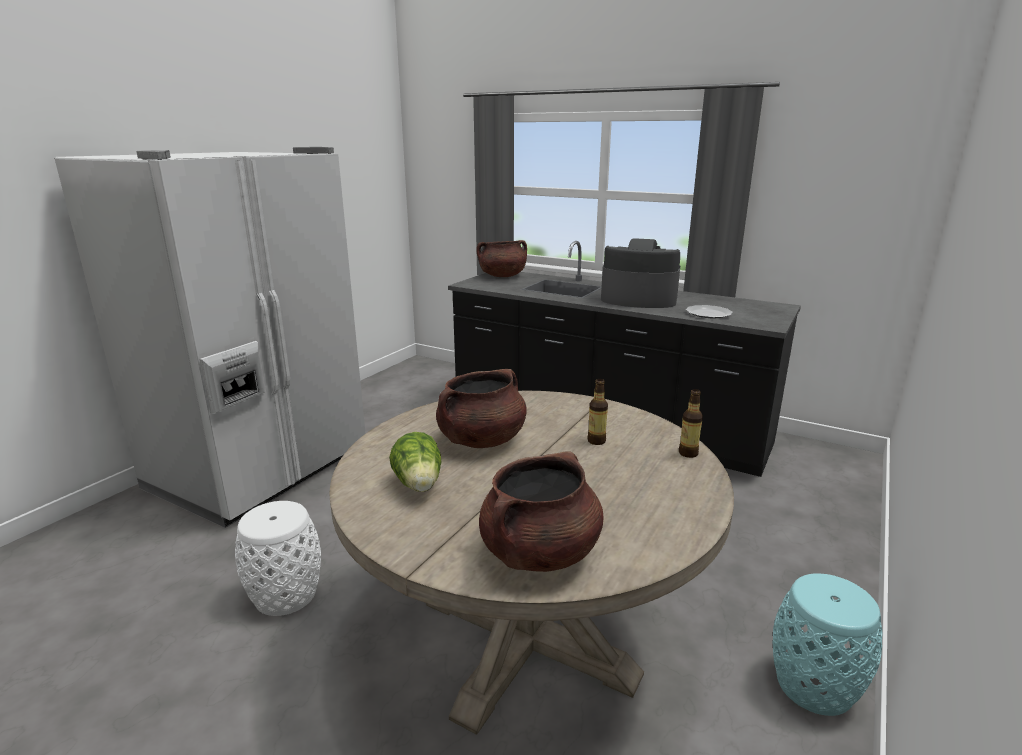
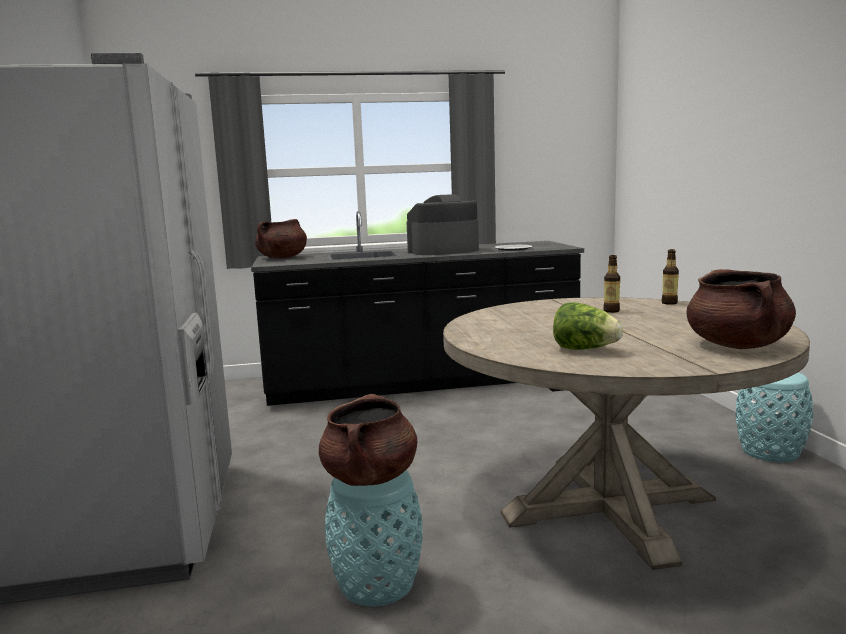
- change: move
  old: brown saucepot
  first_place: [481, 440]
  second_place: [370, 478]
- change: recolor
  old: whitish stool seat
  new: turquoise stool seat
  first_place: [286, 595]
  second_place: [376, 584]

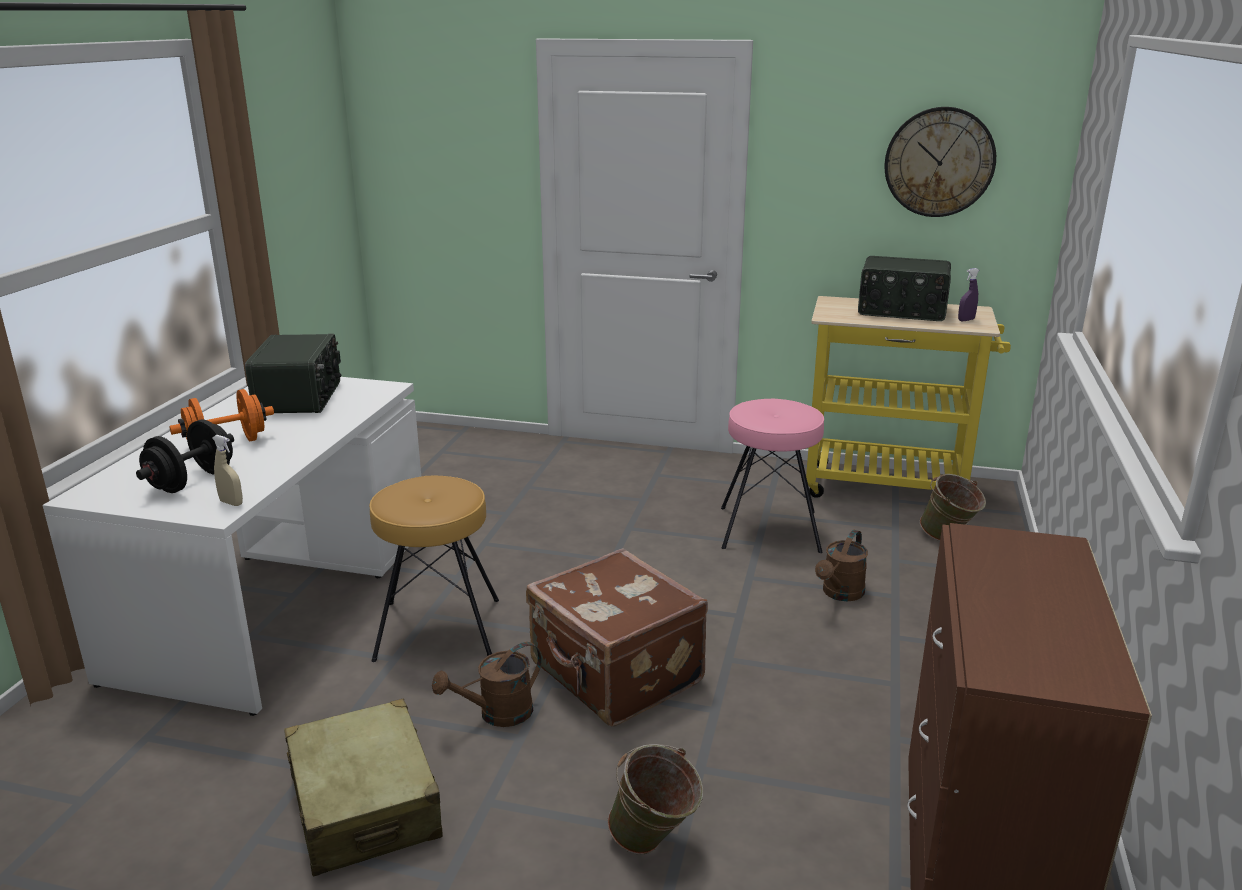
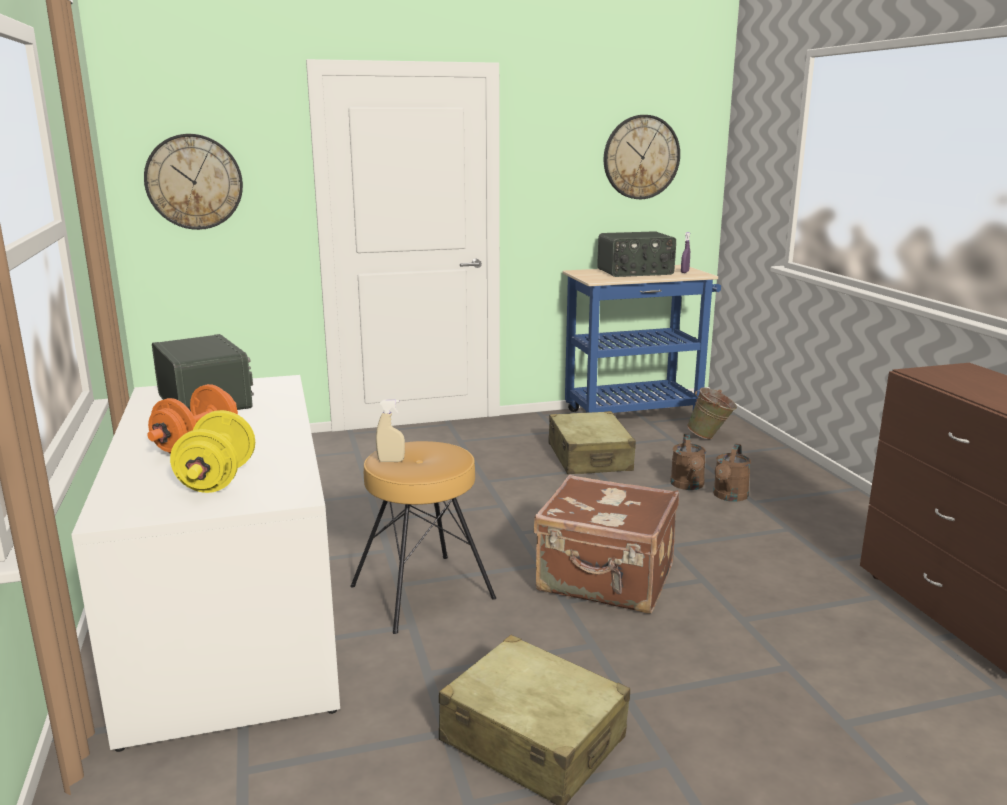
- change: insert
  new: wall clock
  second_place: [194, 182]
- change: recolor
  old: black dumbbell
  new: yellow dumbbell
  first_place: [192, 481]
  second_place: [217, 479]
- change: move
  old: beige-coloured spray bottle
  first_place: [231, 503]
  second_place: [391, 461]
- change: replace
  old: pink stool seat
  new: beige-coloured travel case
  first_place: [769, 528]
  second_place: [589, 457]
- change: recolor
  old: yellow trolley
  new: bluish trolley
  first_place: [887, 488]
  second_place: [634, 415]
- change: move
  old: brown watering can
  first_place: [497, 714]
  second_place: [729, 497]
- change: delete
  old: green pail
  first_place: [654, 844]

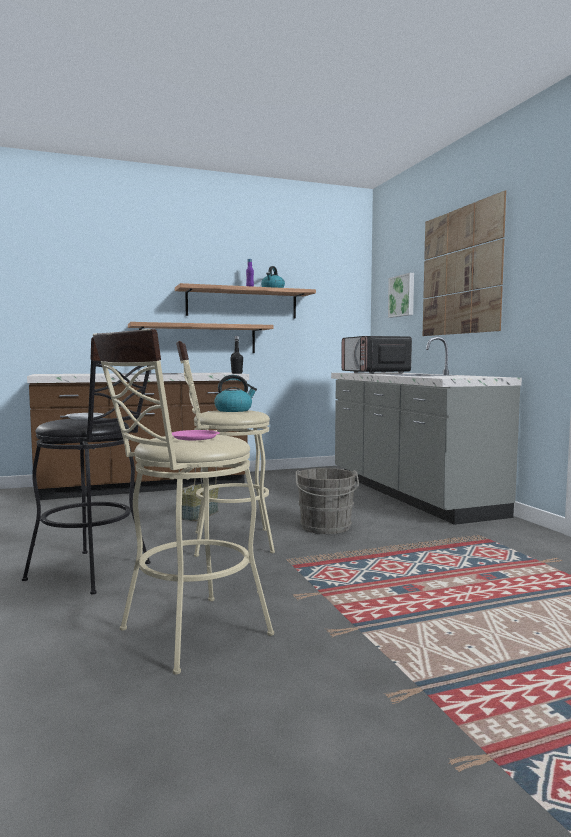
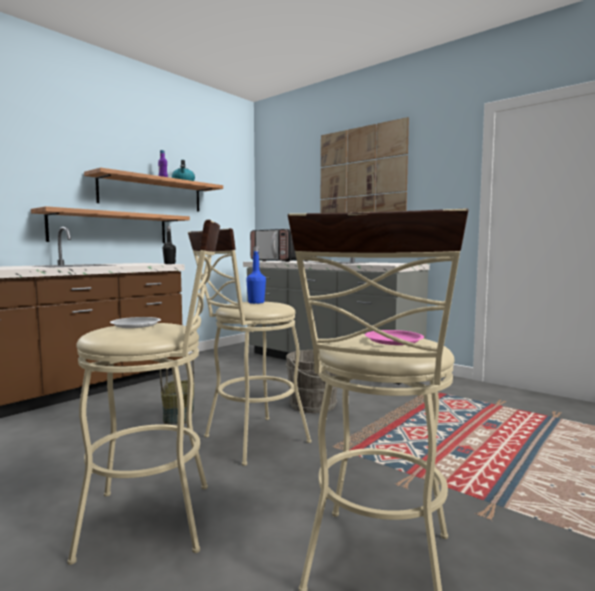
- change: recolor
  old: black stool seat
  new: beige-coloured stool seat
  first_place: [97, 572]
  second_place: [161, 518]
- change: replace
  old: water kettle
  new: bluish bottle
  first_place: [234, 410]
  second_place: [256, 302]
- change: delete
  old: wall picture
  first_place: [402, 296]

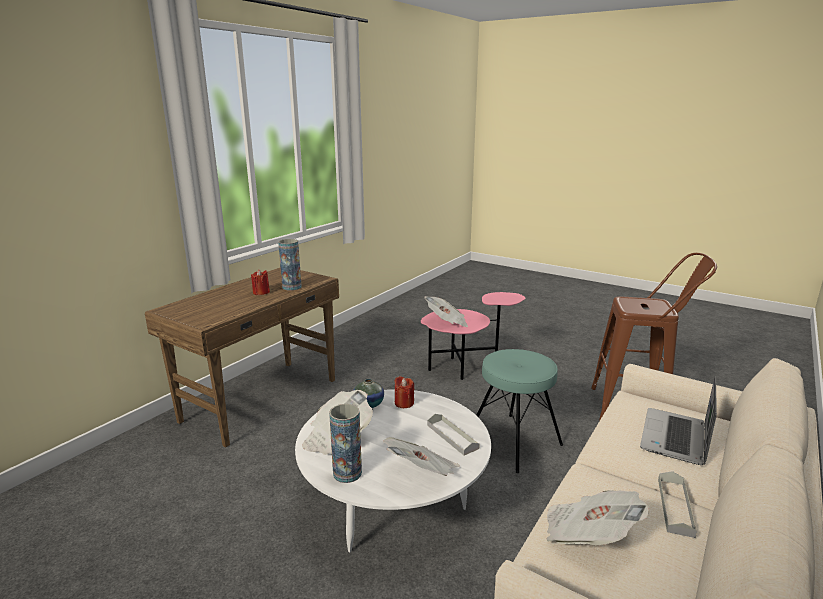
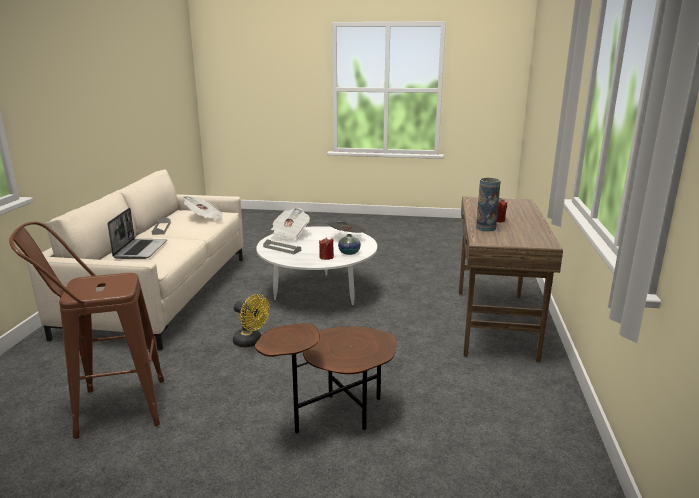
- change: replace
  old: turquoise stool seat
  new: yellow fan
  first_place: [513, 442]
  second_place: [251, 342]
- change: recolor
  old: pink end table
  new: brown end table
  first_place: [466, 367]
  second_place: [335, 417]
- change: delete
  old: flower vase
  first_place: [347, 473]
- change: delete
  old: printed paper
  first_place: [447, 322]

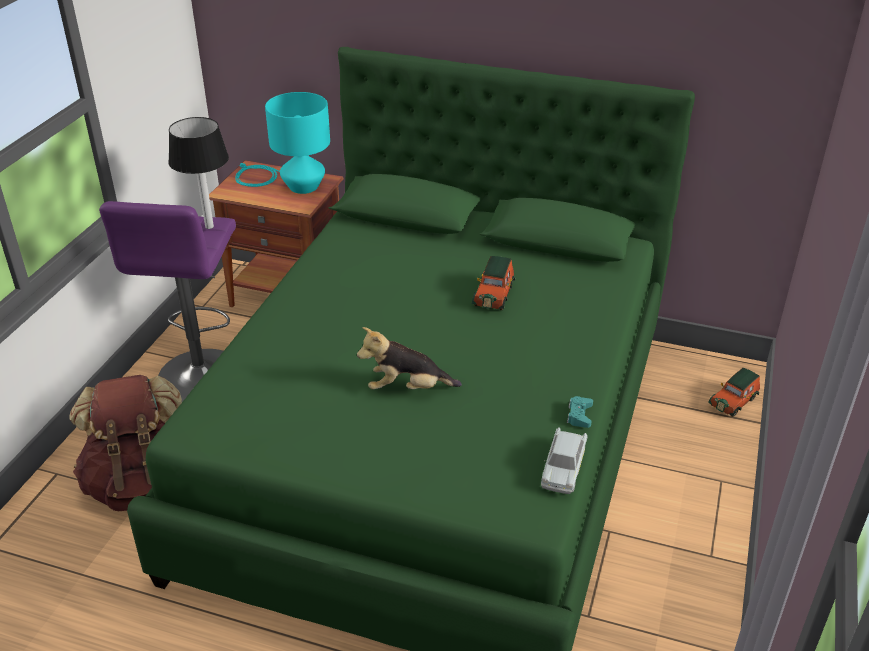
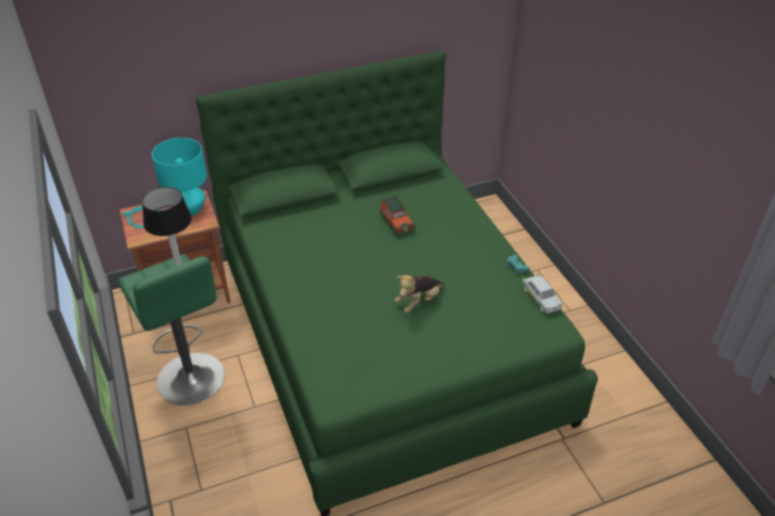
- change: recolor
  old: purplish stool seat
  new: green stool seat
  first_place: [199, 376]
  second_place: [190, 379]
- change: delete
  old: brown rucksack
  first_place: [142, 483]
- change: delete
  old: toy car
  first_place: [734, 401]

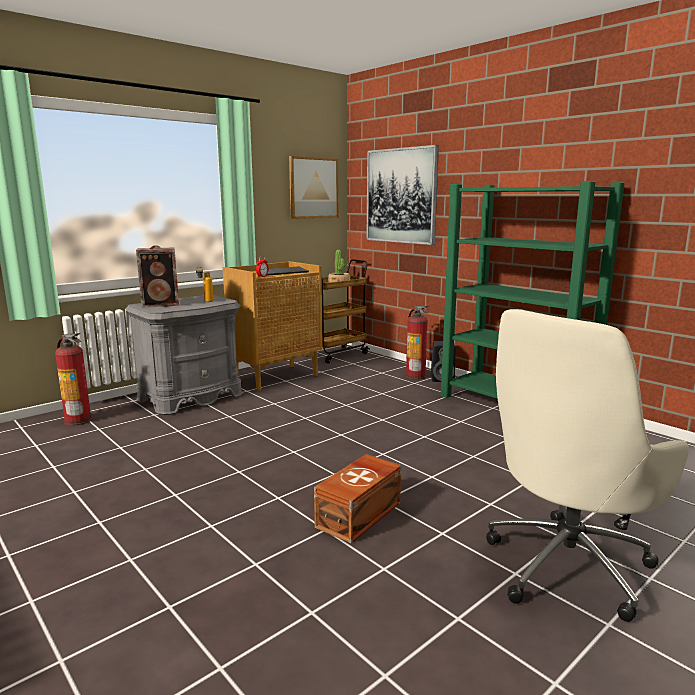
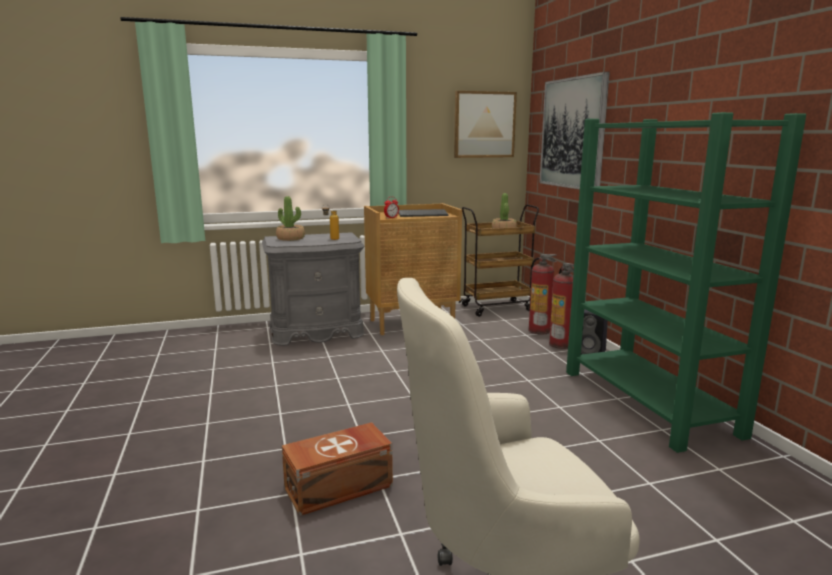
- change: replace
  old: audio speaker
  new: potted plant
  first_place: [162, 304]
  second_place: [291, 238]
- change: move
  old: fire-fighting cylinder
  first_place: [78, 420]
  second_place: [539, 330]

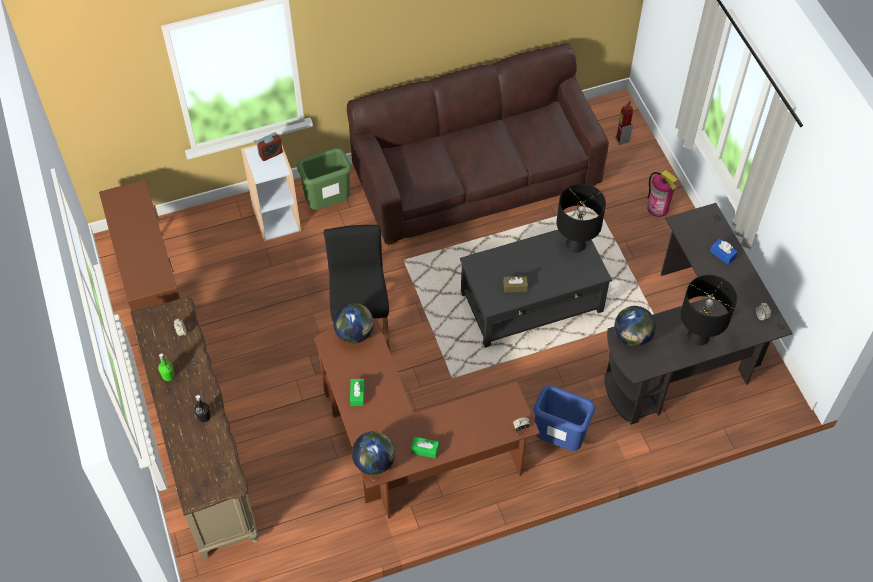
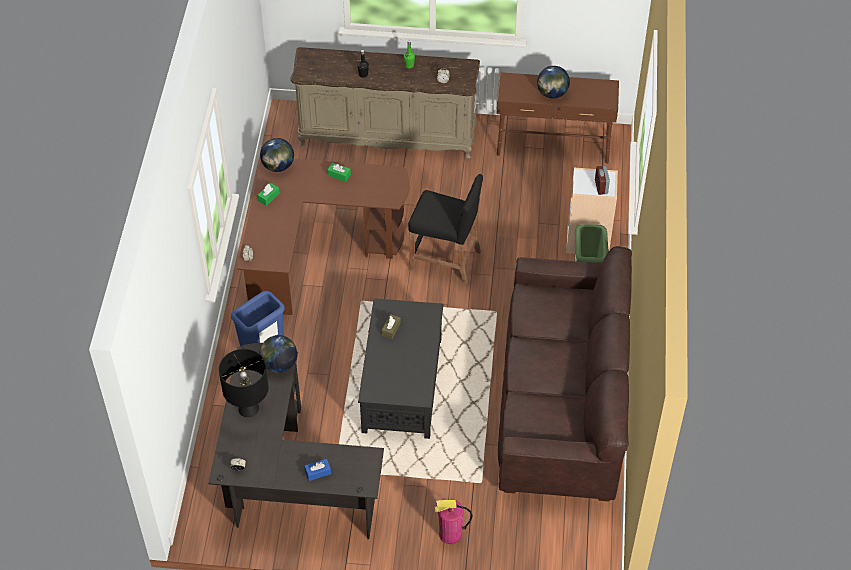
- change: move
  old: globe
  first_place: [355, 333]
  second_place: [552, 93]
- change: delete
  old: black tabletop lamp
  first_place: [575, 245]
- change: delete
  old: fire-fighting cylinder
  first_place: [621, 139]

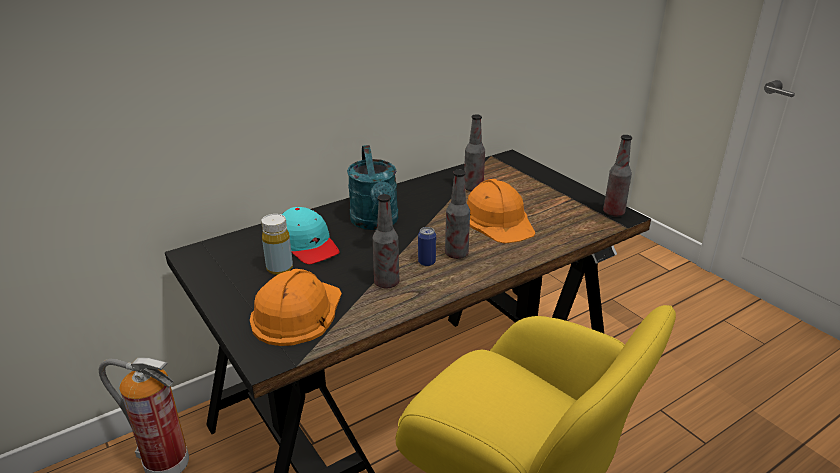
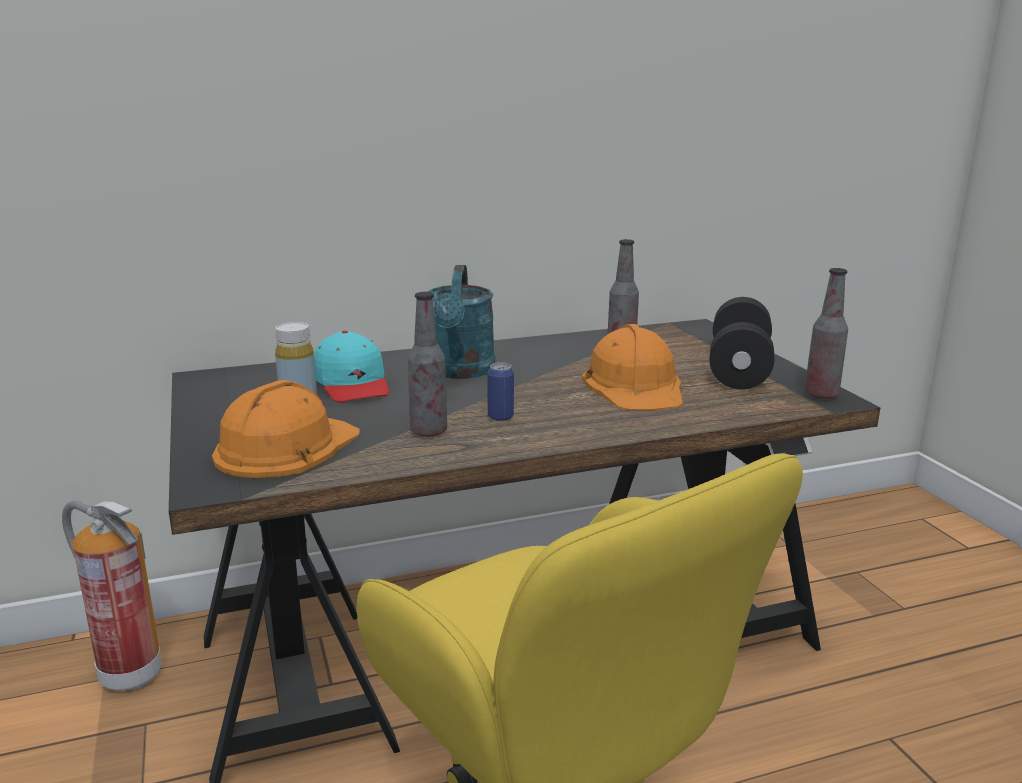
- change: insert
  new: black dumbbell
  second_place: [739, 368]
- change: delete
  old: bottle
  first_place: [456, 254]

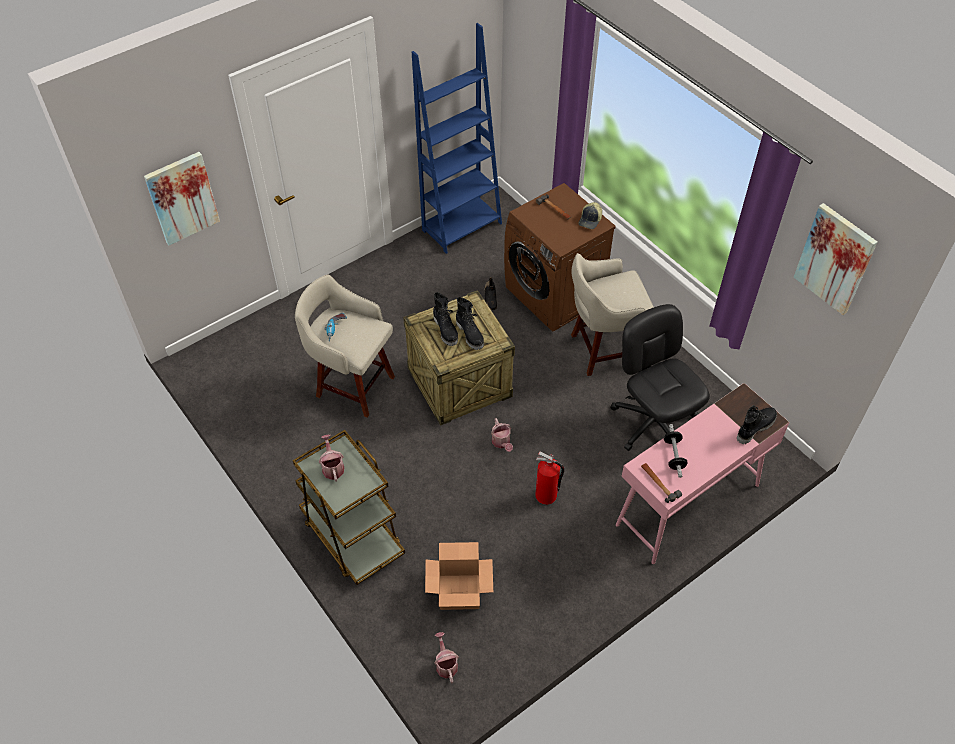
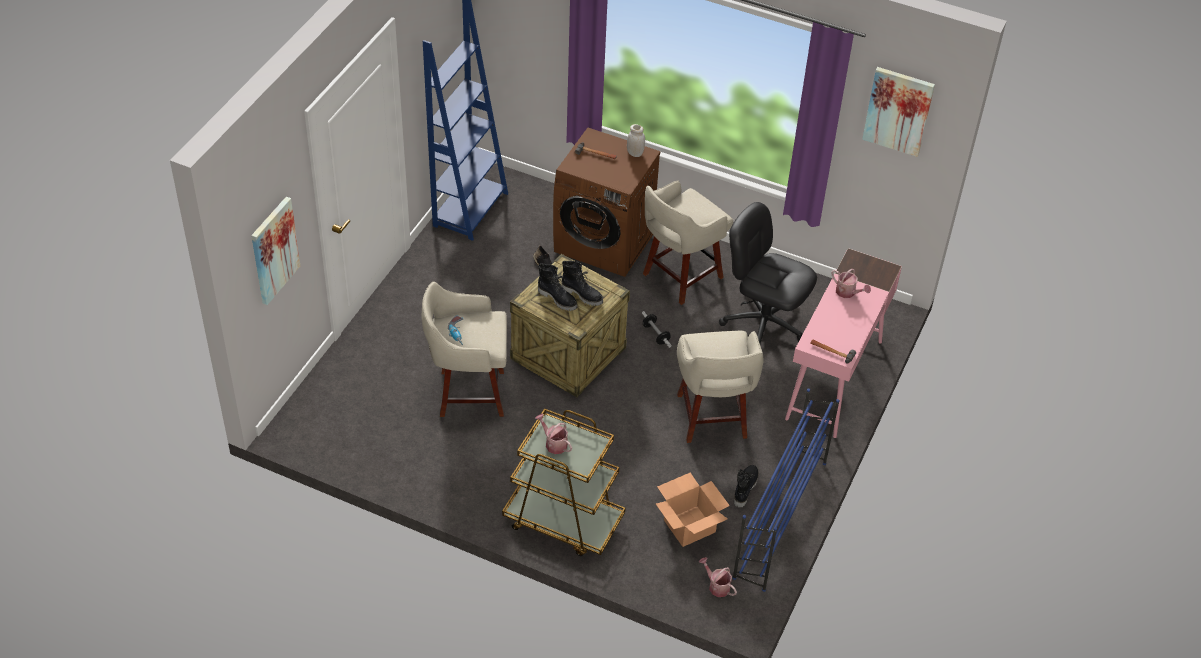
- change: replace
  old: peaked cap
  new: whitish storage jar
  first_place: [590, 220]
  second_place: [635, 153]
- change: move
  old: dumbbell
  first_place: [674, 455]
  second_place: [656, 334]
- change: replace
  old: fire-fighting cylinder
  new: beige-coloured stool seat
  first_place: [546, 496]
  second_place: [711, 419]
- change: insert
  new: bluish shoe shelf
  second_place: [779, 519]
- change: move
  old: black tall boot
  first_place: [755, 427]
  second_place: [744, 488]
- change: move
  old: watering can
  first_place: [502, 443]
  second_place: [848, 293]

